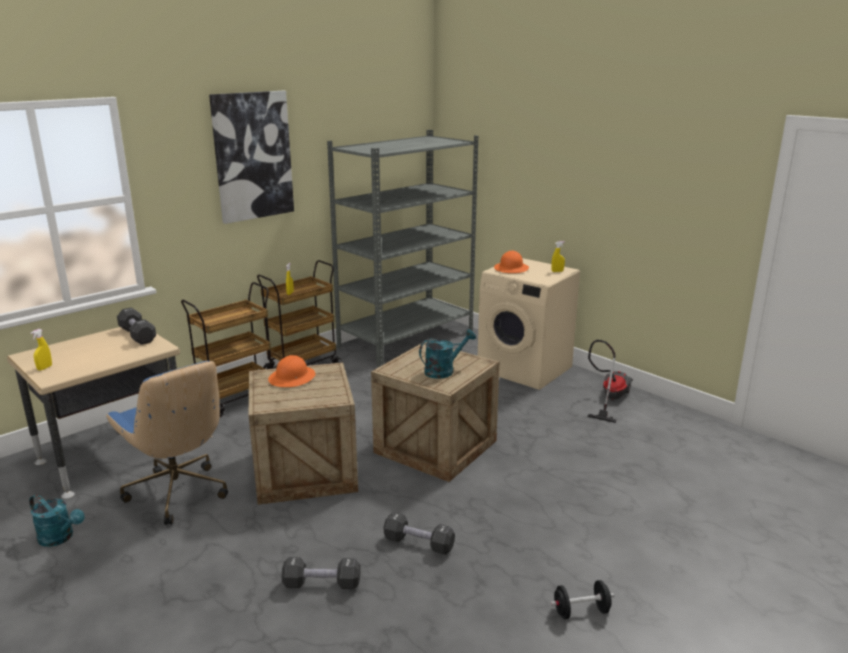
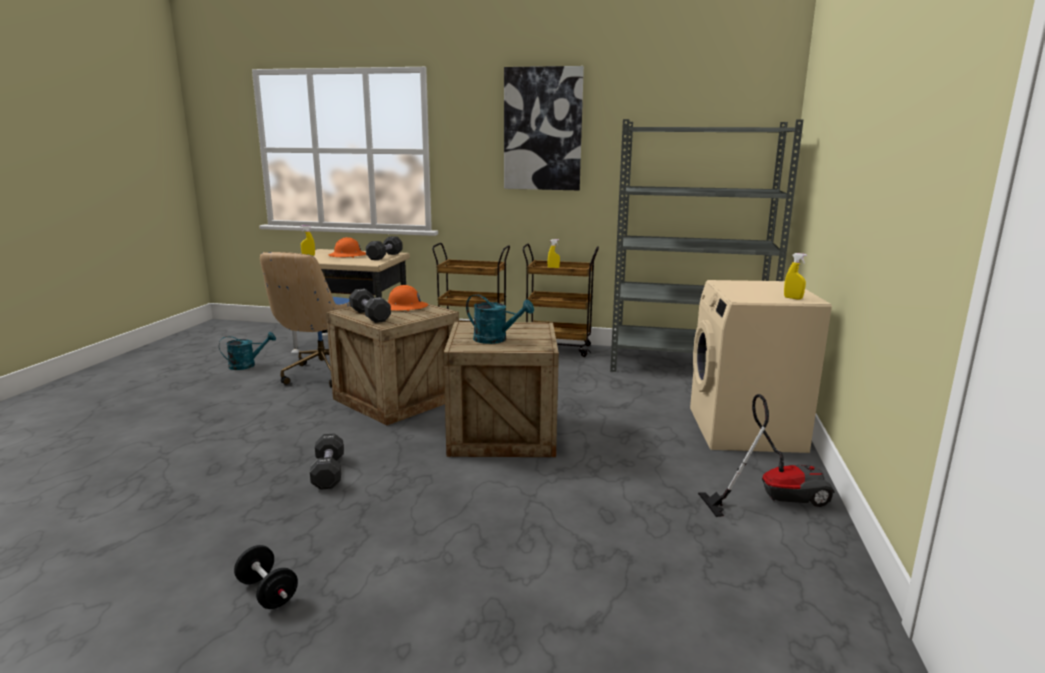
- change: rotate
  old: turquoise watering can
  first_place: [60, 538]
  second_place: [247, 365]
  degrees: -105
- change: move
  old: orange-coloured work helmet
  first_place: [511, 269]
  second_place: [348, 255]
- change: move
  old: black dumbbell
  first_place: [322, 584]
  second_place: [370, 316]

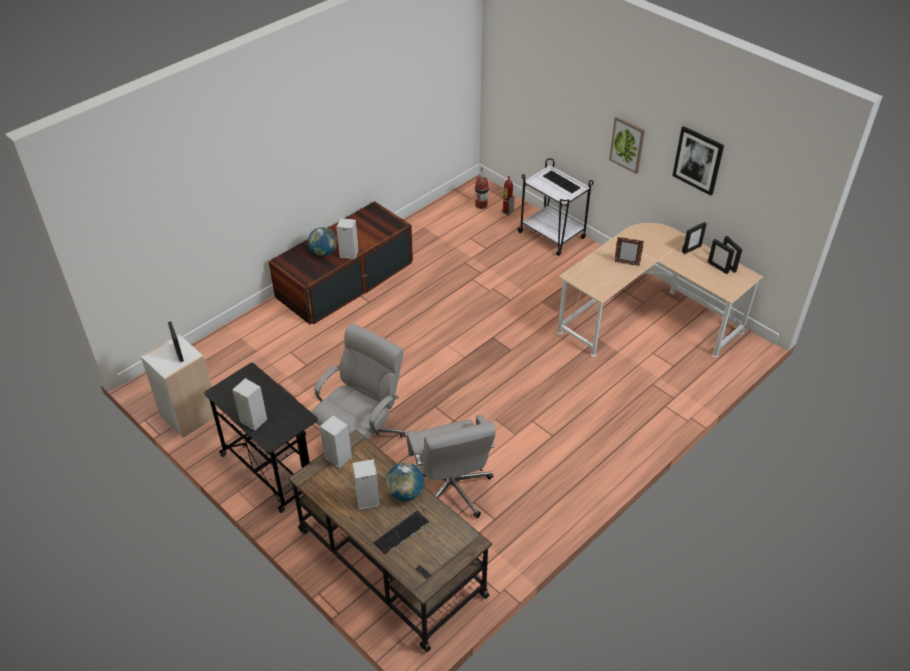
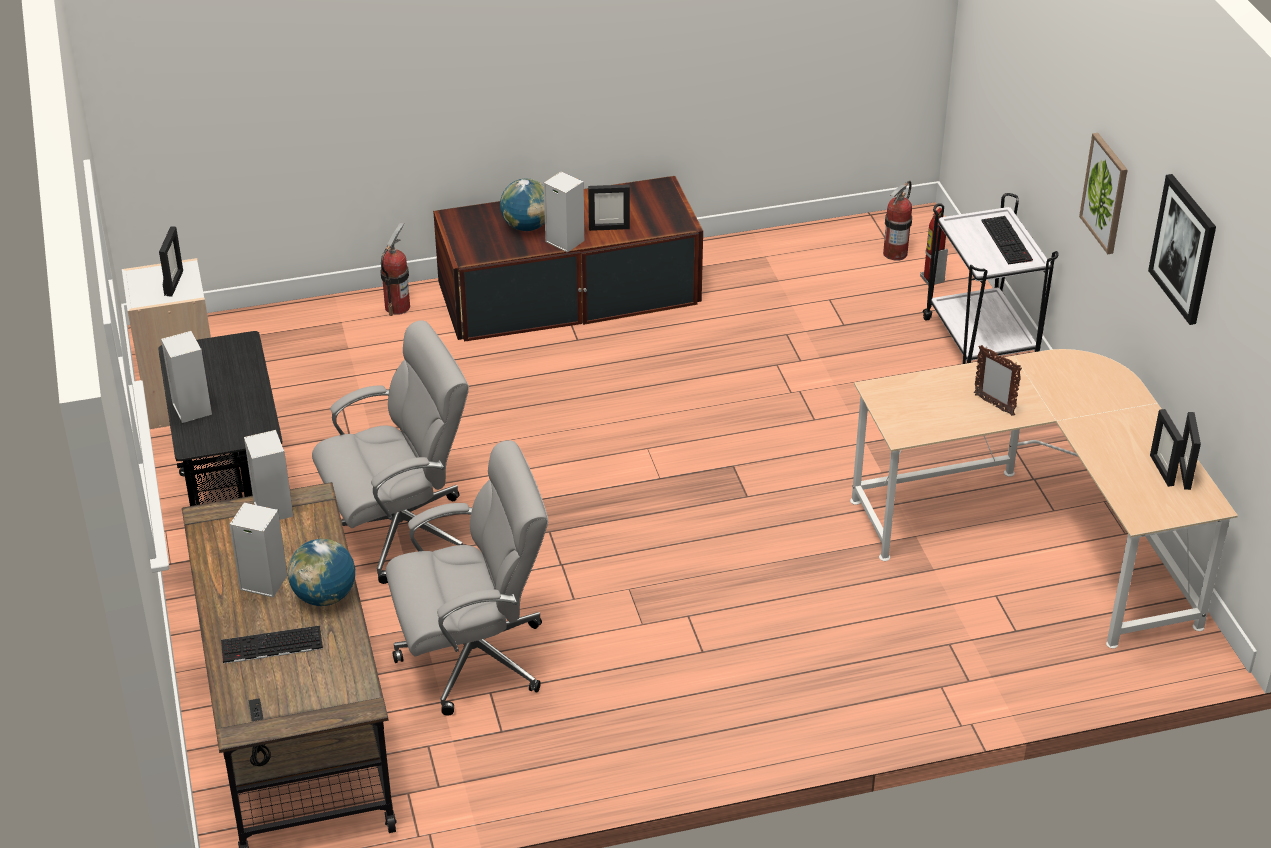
- change: insert
  new: fire-fighting cylinder
  second_place: [397, 307]
- change: rotate
  old: grey office chair
  first_place: [451, 488]
  second_place: [472, 658]
  degrees: -120
- change: move
  old: picture frame
  first_place: [691, 249]
  second_place: [609, 227]

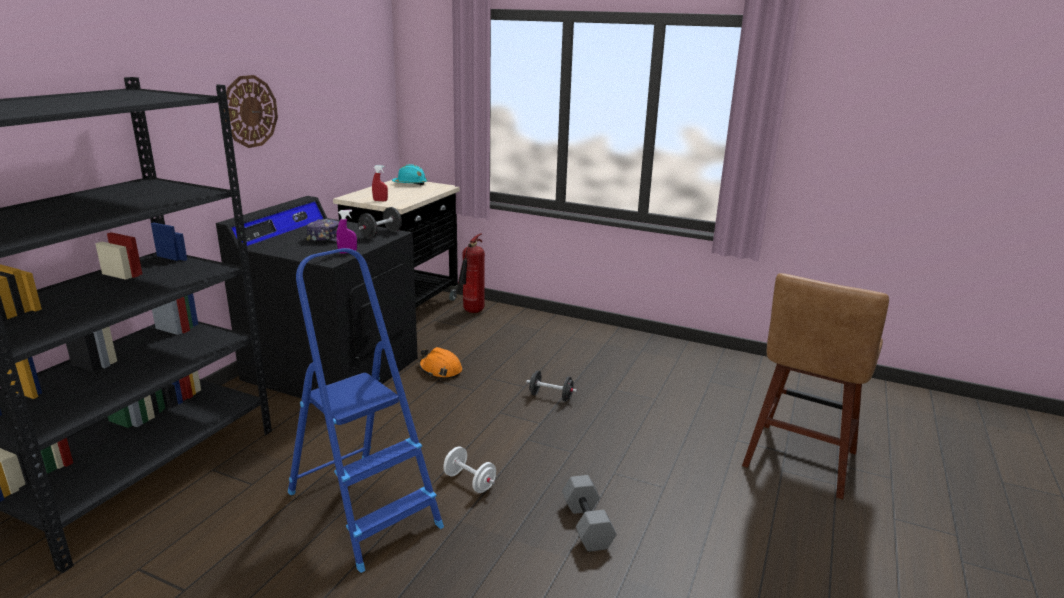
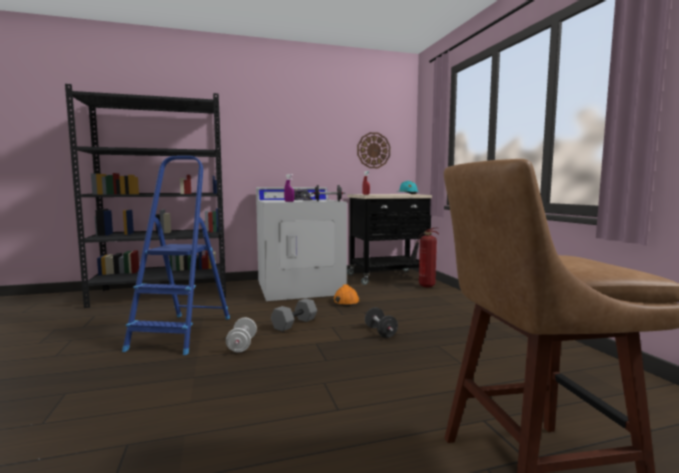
- change: recolor
  old: black washing machine
  new: whitish washing machine
  first_place: [333, 368]
  second_place: [300, 287]
- change: move
  old: grey dumbbell
  first_place: [588, 525]
  second_place: [294, 324]
- change: move
  old: wall clock
  first_place: [250, 111]
  second_place: [373, 150]

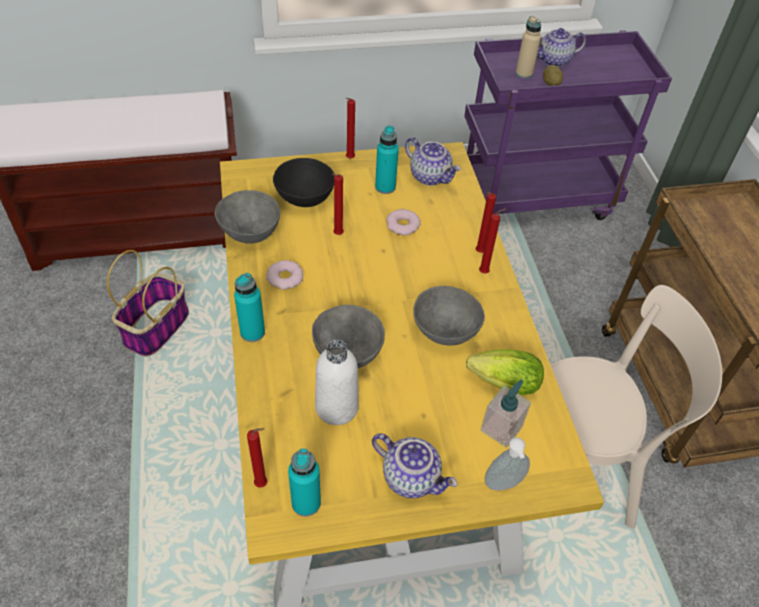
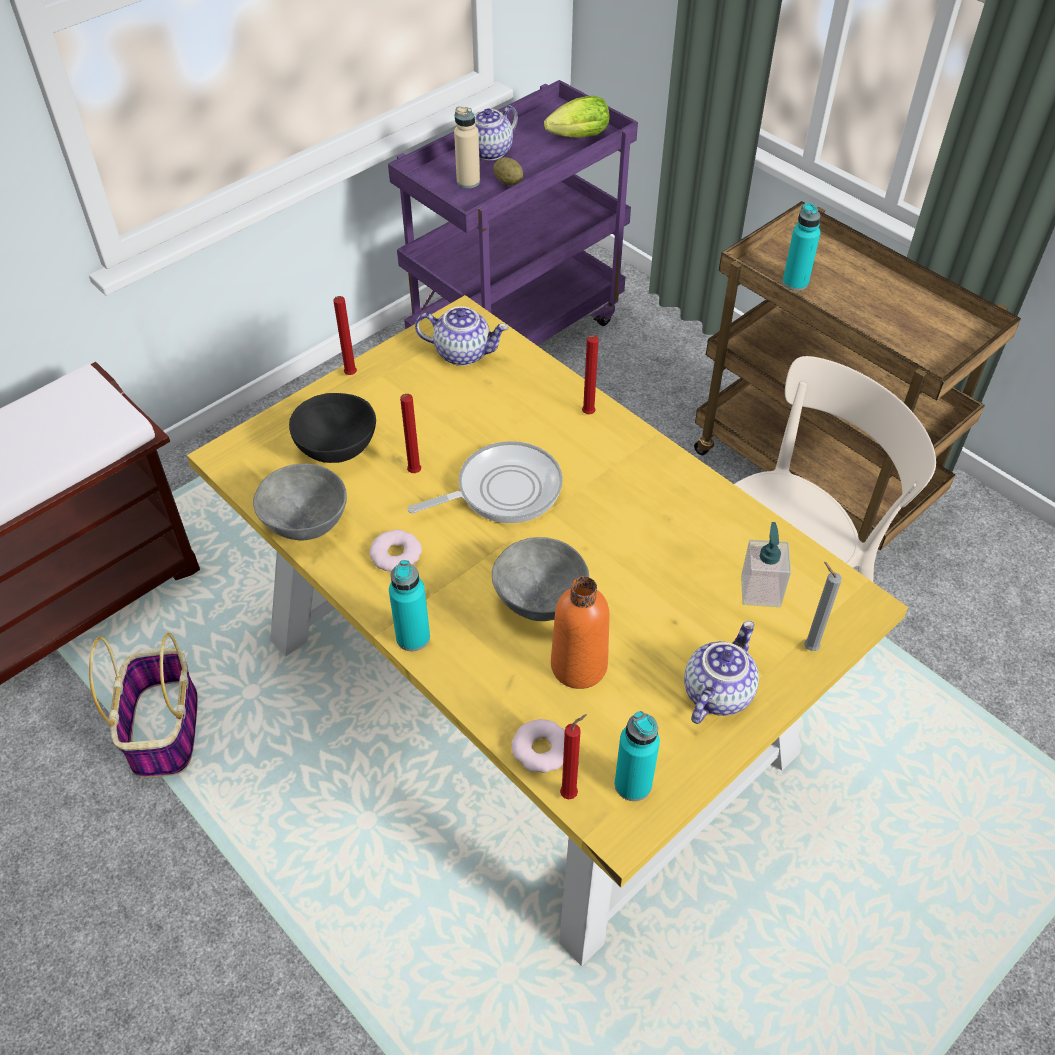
- change: insert
  new: pan
  second_place: [503, 490]
- change: move
  old: ring doughnut
  first_place: [403, 225]
  second_place: [541, 749]
- change: move
  old: head of lettuce
  first_place: [500, 383]
  second_place: [575, 137]
- change: recolor
  old: whitish bottle
  new: orange-coloured bottle
  first_place: [336, 407]
  second_place: [579, 666]
- change: rotate
  old: tea pot
  first_place: [412, 477]
  second_place: [716, 692]
  degrees: -60
- change: move
  old: turquoise bottle
  first_place: [385, 187]
  second_place: [795, 283]
- change: replace
  old: liquid soap bottle
  new: grey candle
  first_place: [503, 486]
  second_place: [808, 646]
- change: delete
  old: grey bowl
  first_place: [445, 332]
- change: delete
  old: red candle
  first_place: [485, 272]

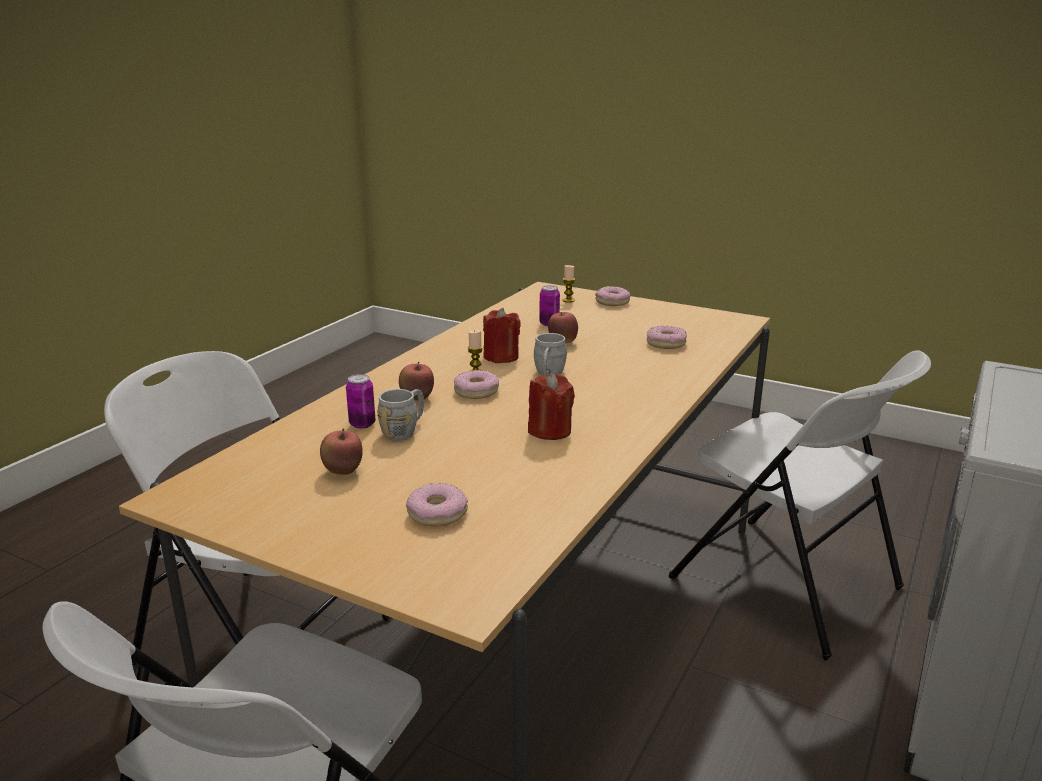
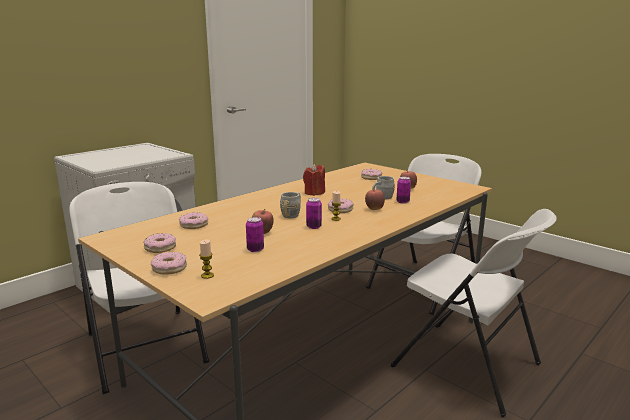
- change: insert
  new: ring doughnut
  second_place: [160, 248]
- change: replace
  old: red candle
  new: metal can
  first_place: [501, 357]
  second_place: [314, 227]

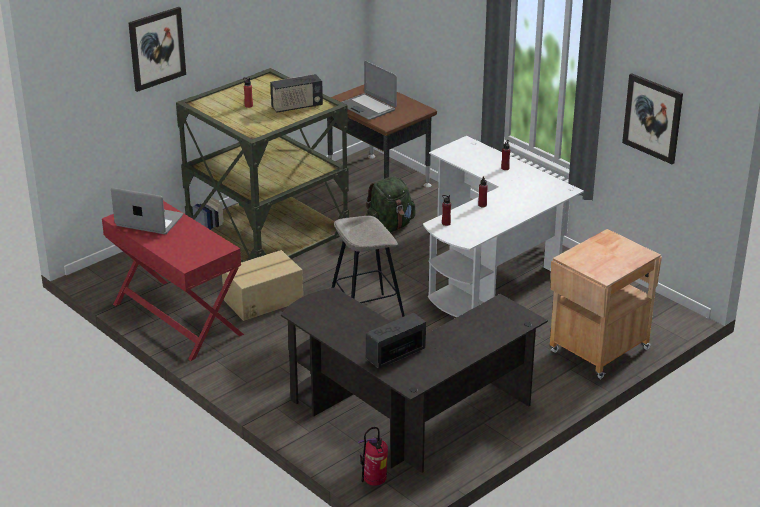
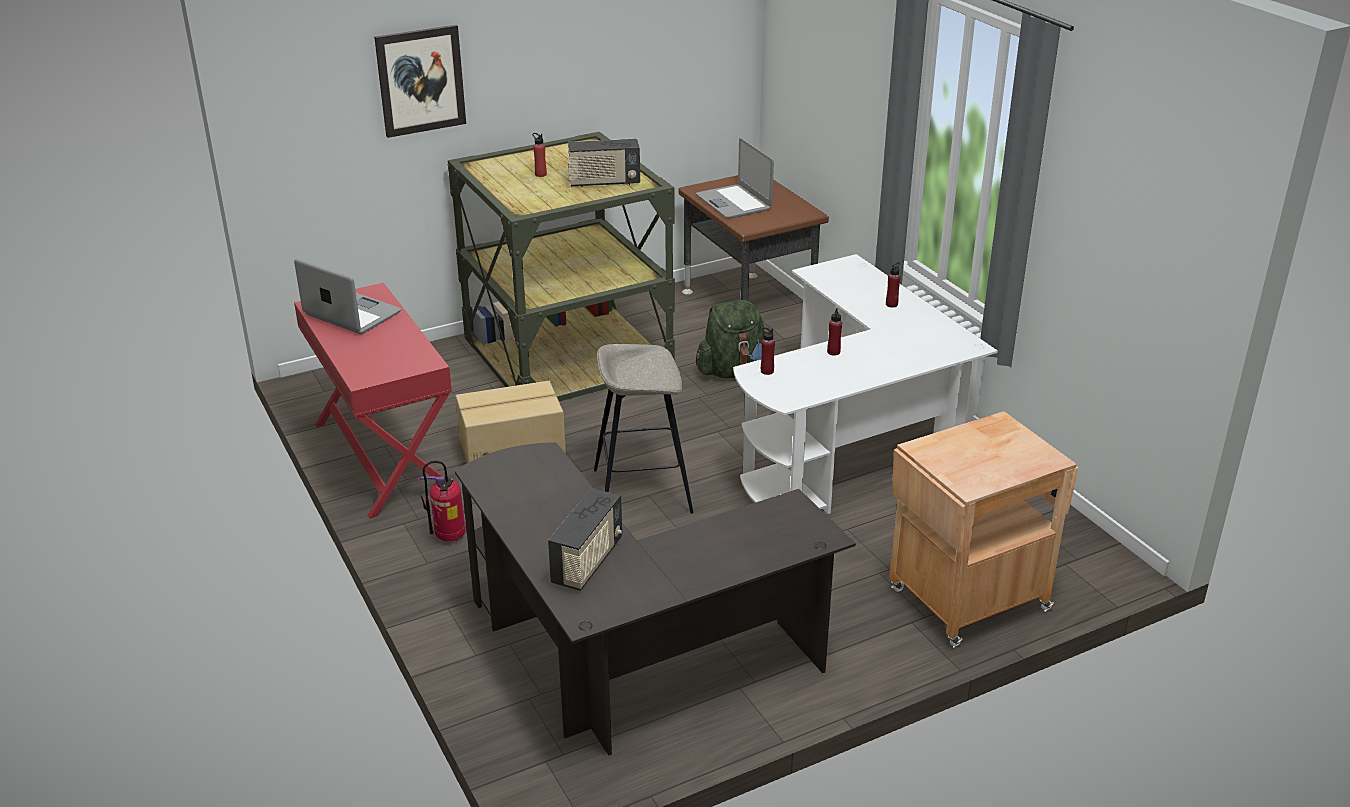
- change: move
  old: fire-fighting cylinder
  first_place: [374, 482]
  second_place: [448, 538]
- change: rotate
  old: radio set
  first_place: [395, 354]
  second_place: [588, 562]
  degrees: 135
- change: delete
  old: wall picture
  first_place: [652, 118]

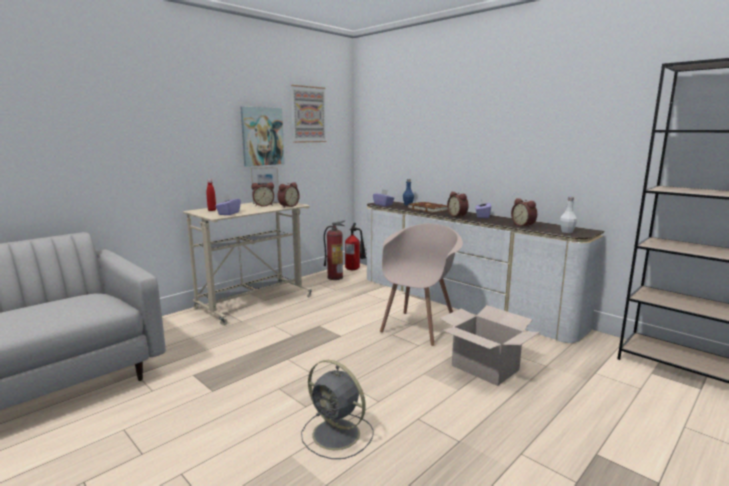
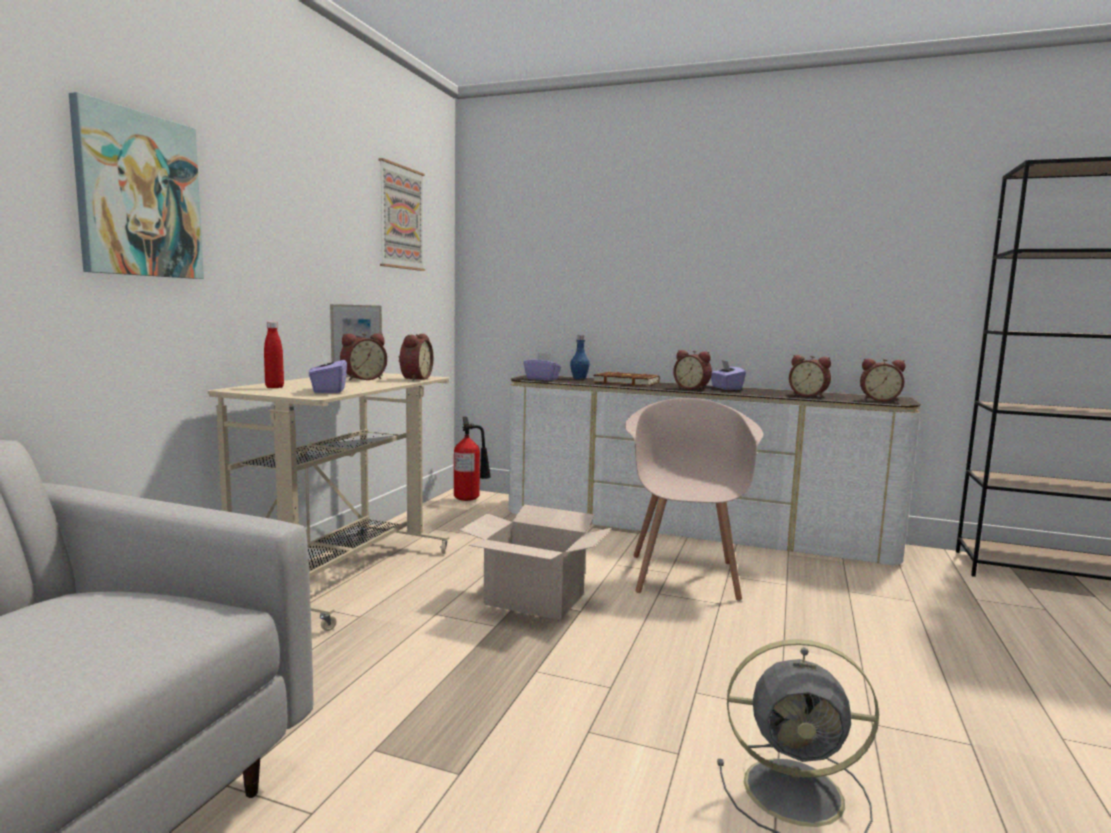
- change: move
  old: wall picture
  first_place: [262, 136]
  second_place: [139, 195]
- change: move
  old: carton
  first_place: [485, 368]
  second_place: [535, 599]
- change: replace
  old: whitish bottle
  new: bedside clock
  first_place: [567, 232]
  second_place: [879, 400]
- change: delete
  old: fire-fighting cylinder
  first_place: [335, 277]

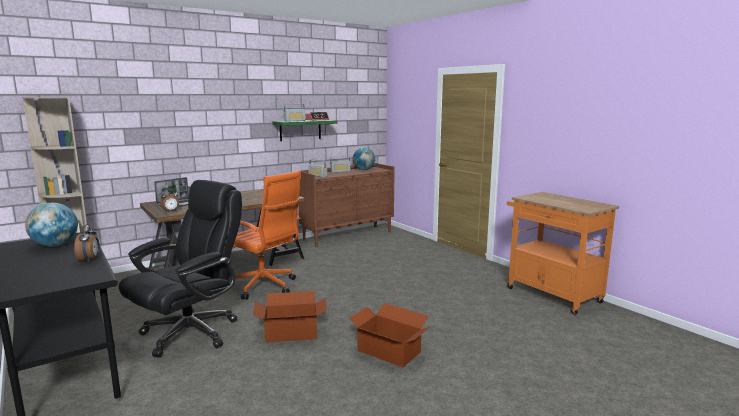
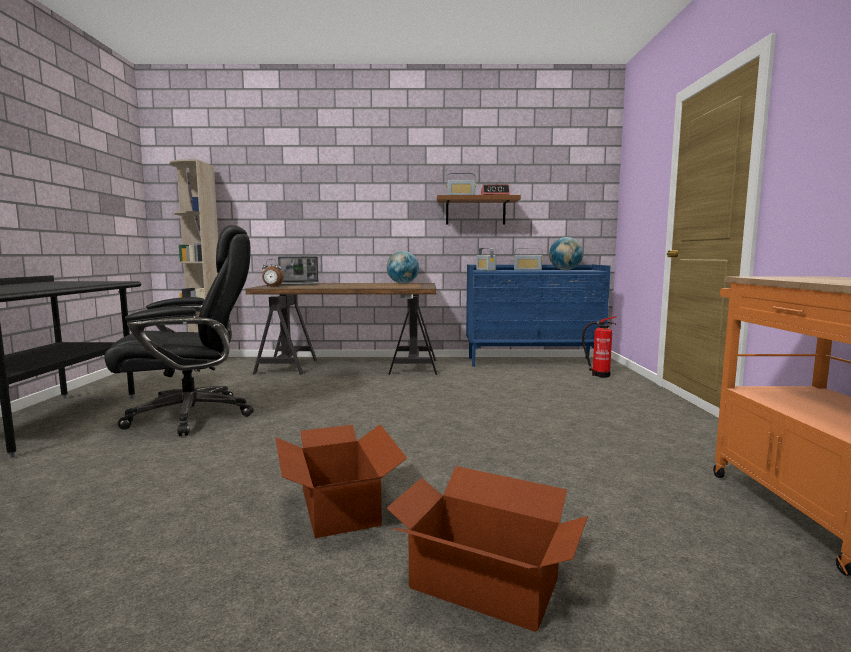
- change: move
  old: carton
  first_place: [292, 333]
  second_place: [484, 585]
- change: move
  old: globe
  first_place: [55, 245]
  second_place: [402, 283]
- change: recolor
  old: green shelf
  new: brown shelf
  first_place: [300, 130]
  second_place: [475, 211]
- change: recolor
  old: brown cupboard
  new: bluish cupboard
  first_place: [348, 235]
  second_place: [533, 362]
- change: insert
  new: fire-fighting cylinder
  second_place: [599, 375]
- change: delete
  old: bedside clock
  first_place: [90, 260]
- change: delete
  old: orange-coloured office chair
  first_place: [265, 287]

